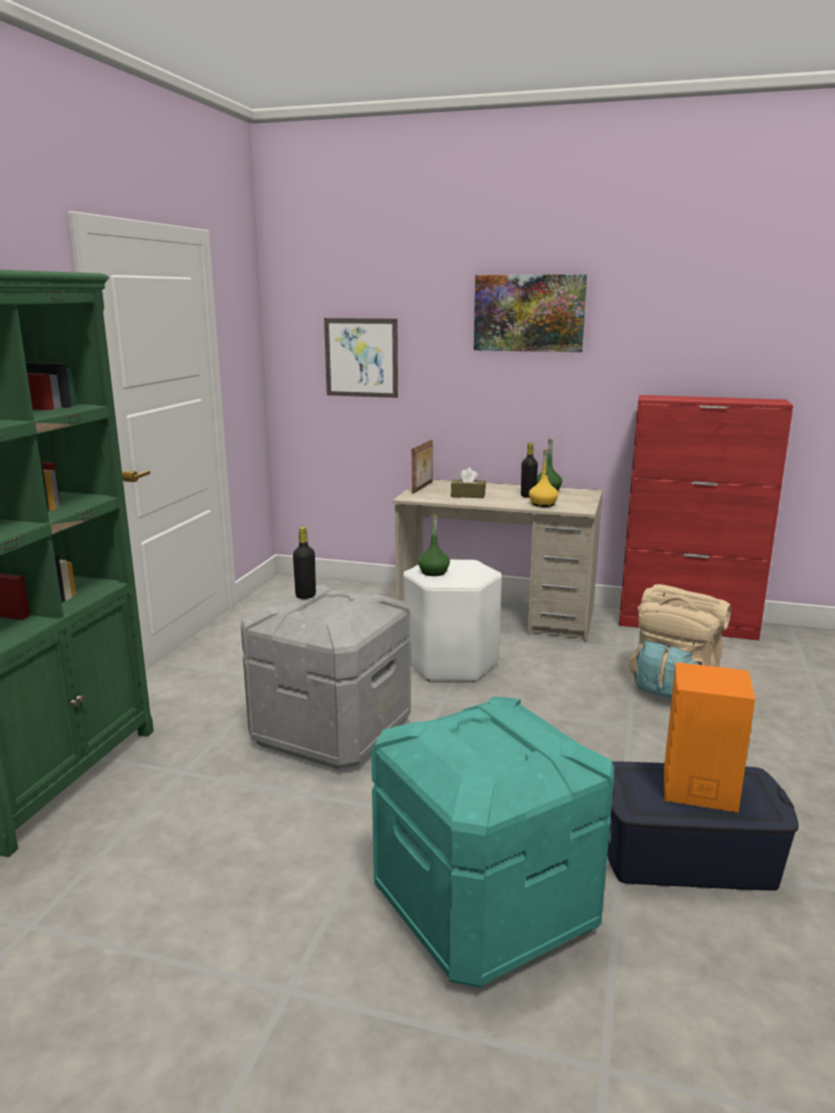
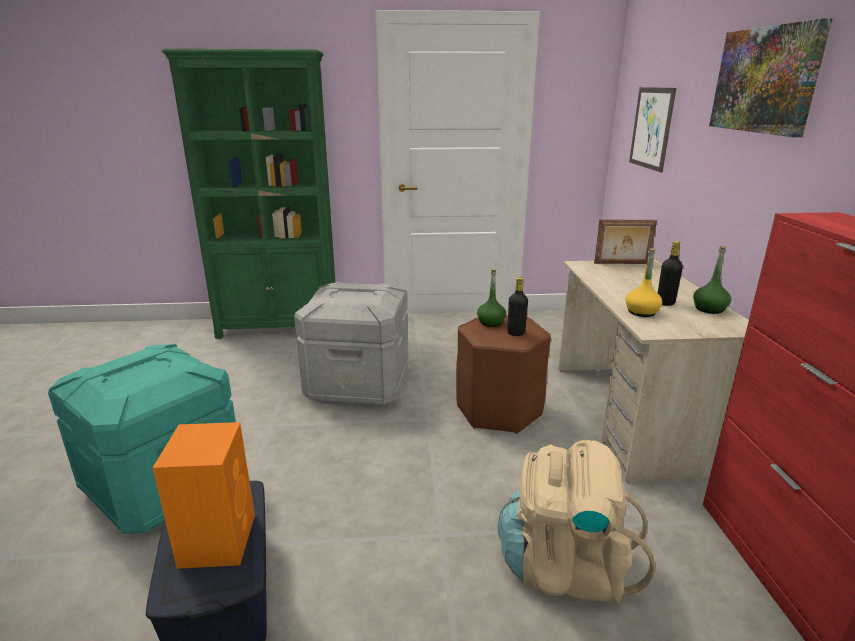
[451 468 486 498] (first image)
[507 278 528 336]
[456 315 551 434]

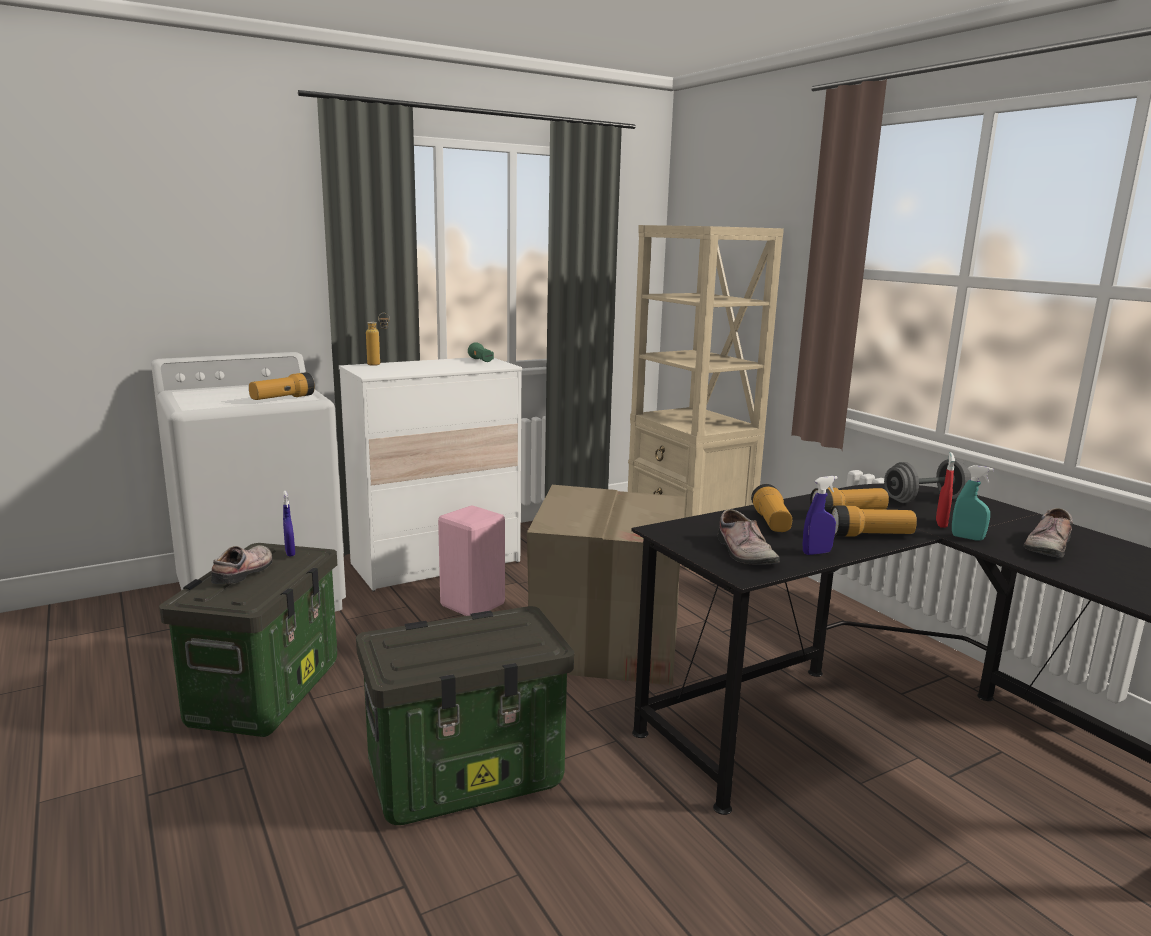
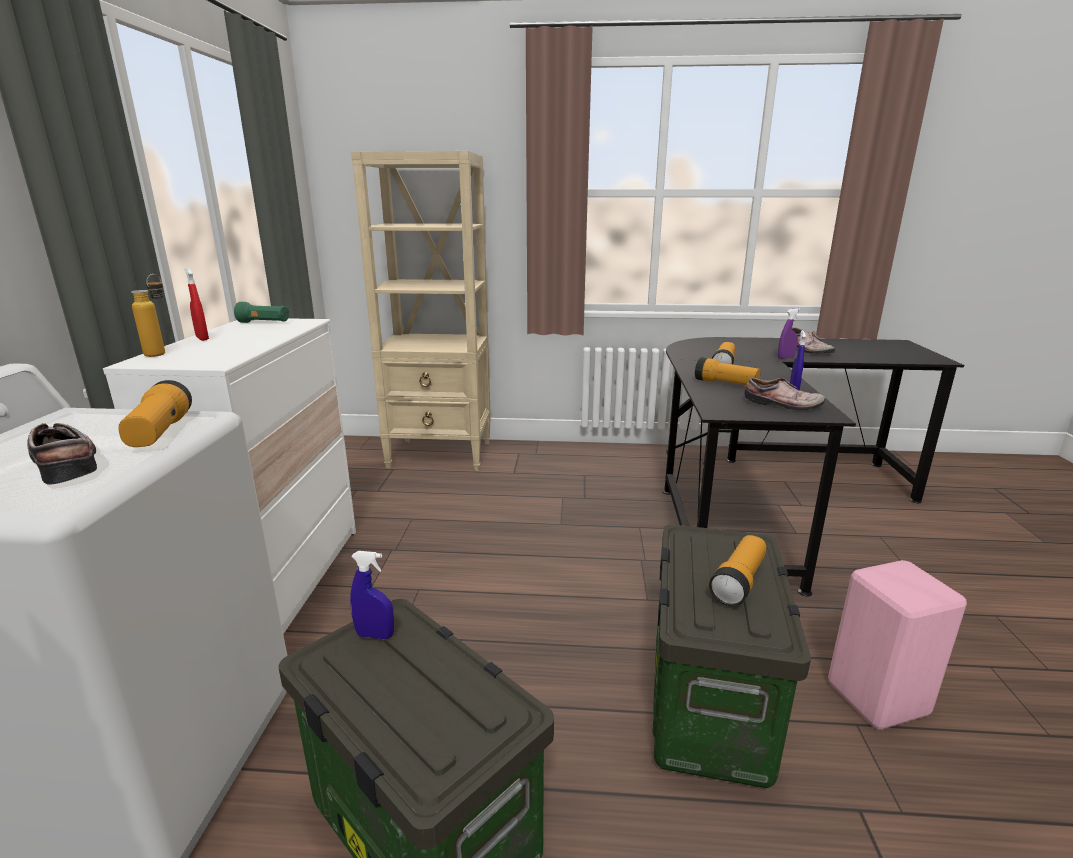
[527 485 685 685] (first image)
[884 459 971 503] (first image)
[28 423 97 485]
[828 560 967 730]
[709 535 767 606]
[185 268 209 341]
[778 308 800 359]

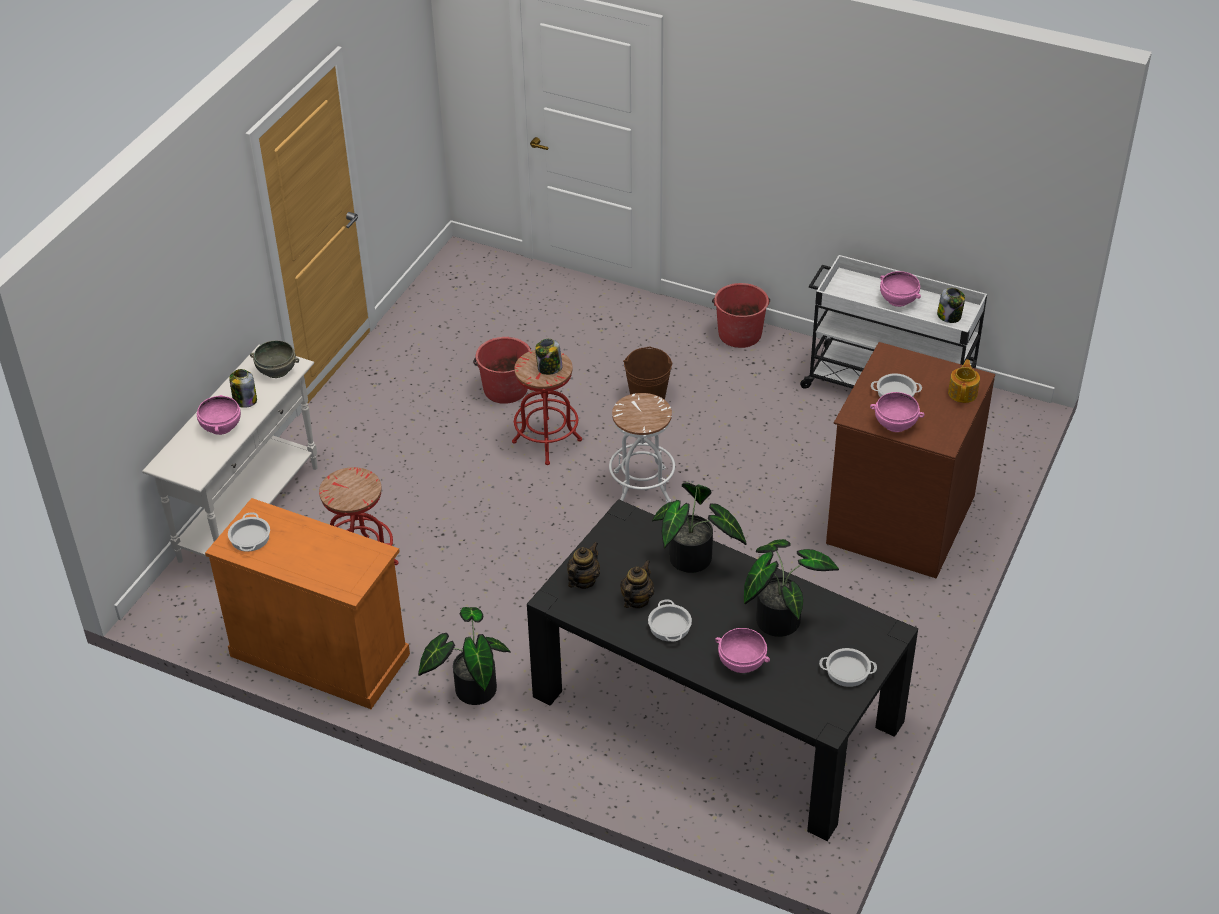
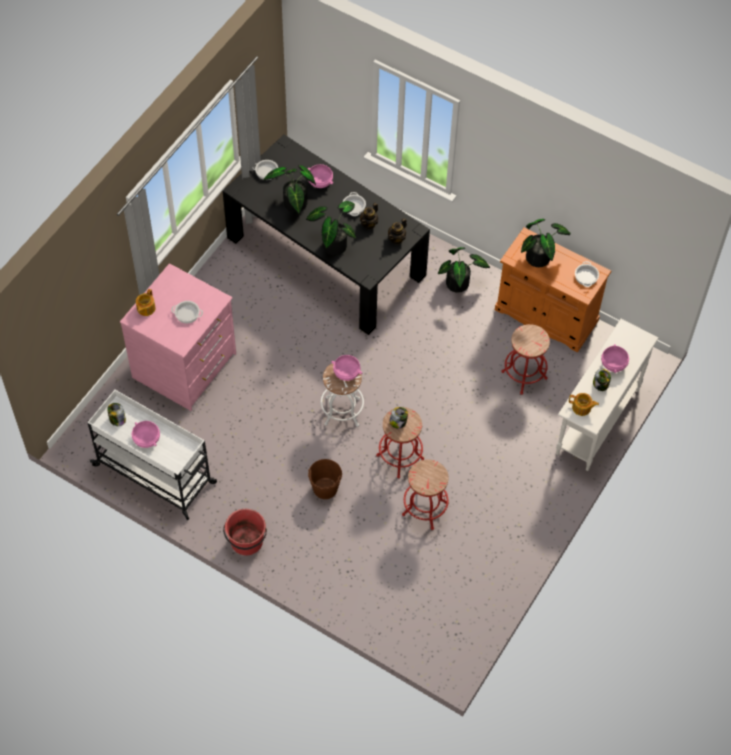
[521 219 571 267]
[331 355 362 381]
[569 393 599 416]
[402 460 449 530]
[120 263 236 411]

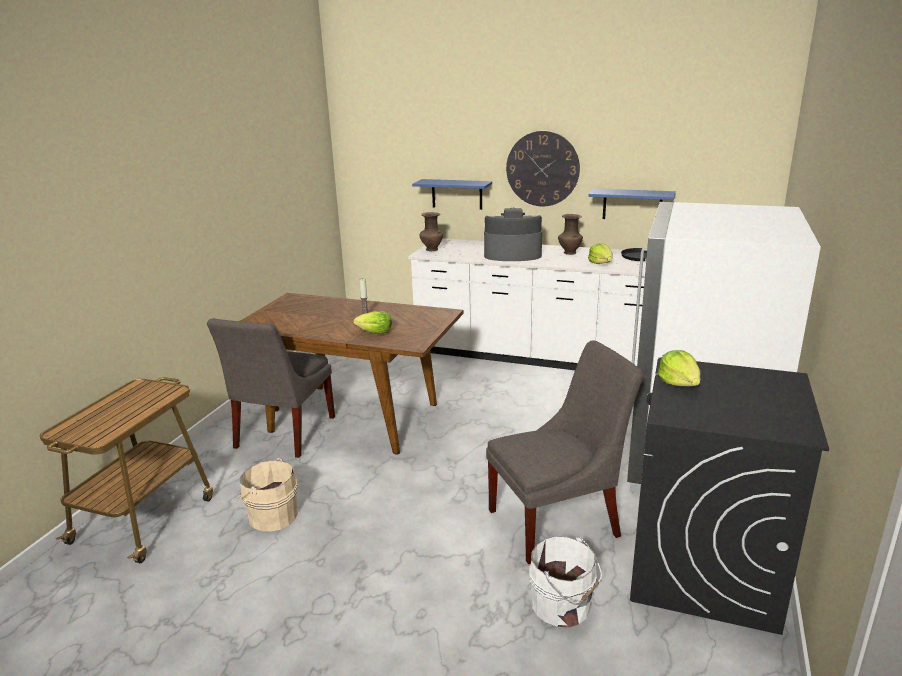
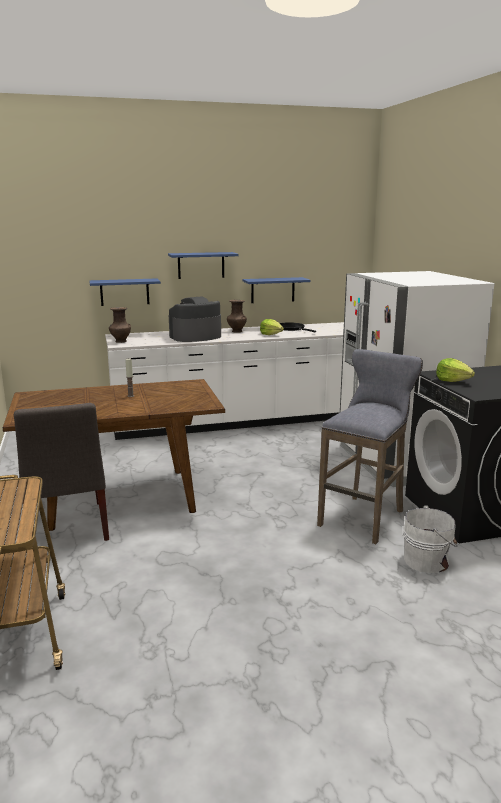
[237 458 298 531] (first image)
[354 311 392 334] (first image)
[317 349 423 544]
[168 252 239 279]

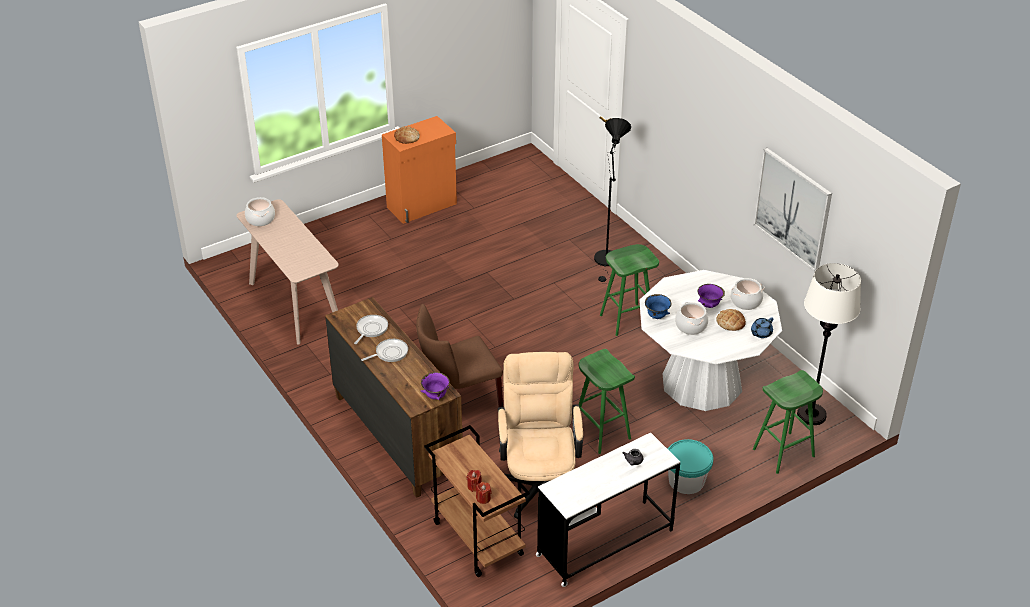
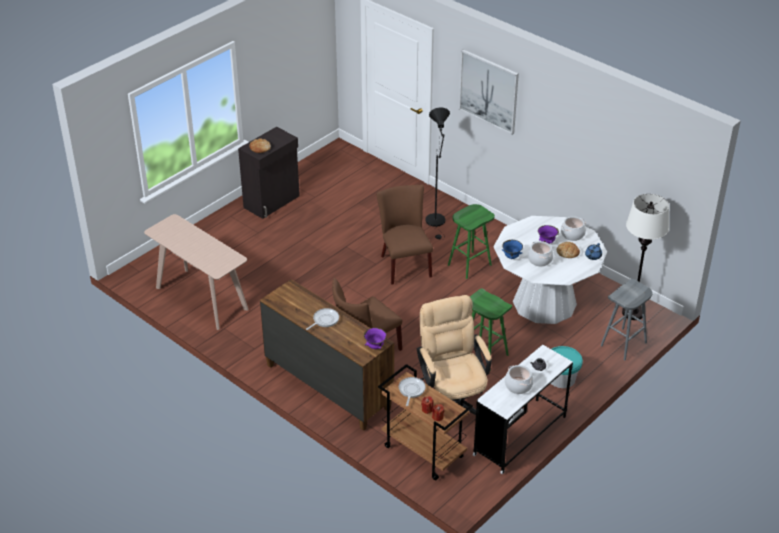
[377 184 433 284]
[505 365 533 394]
[399 377 426 406]
[459 49 519 135]
[238 127 300 219]
[601 279 653 361]

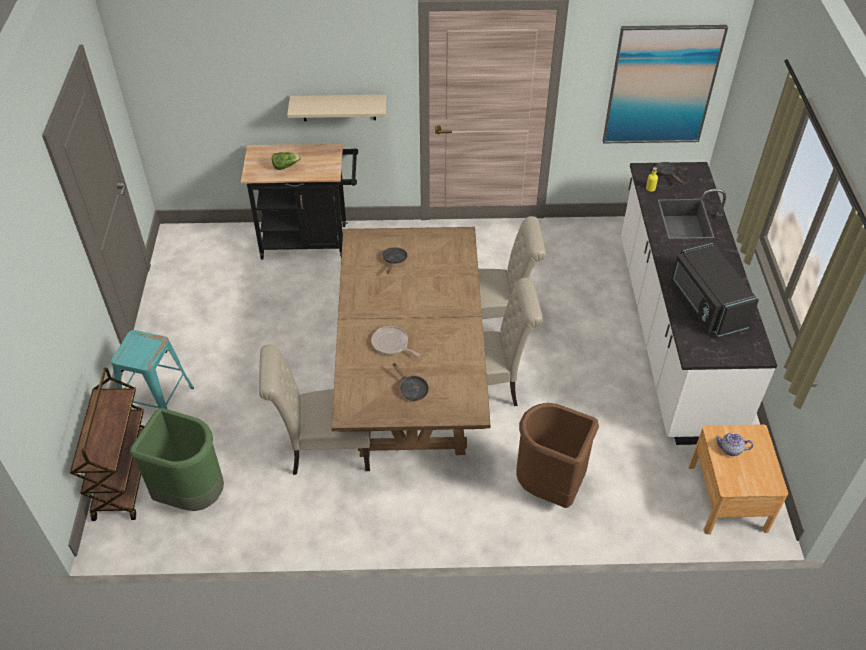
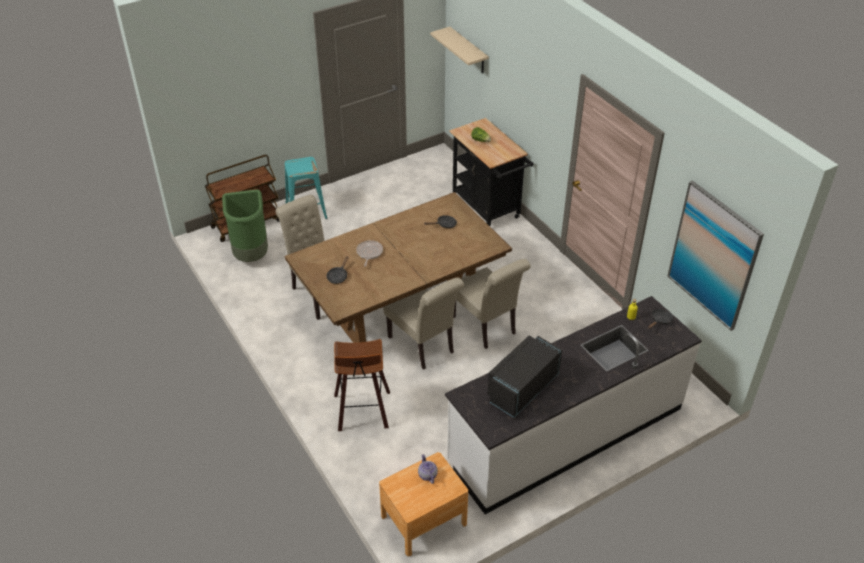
[430 27 489 73]
[334 339 390 431]

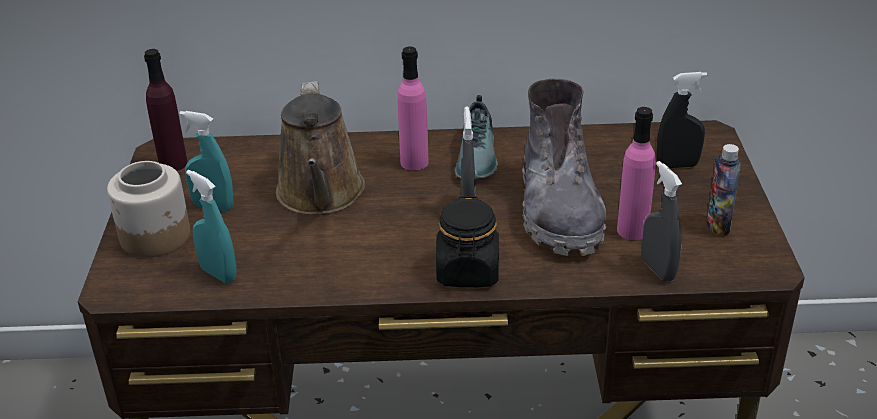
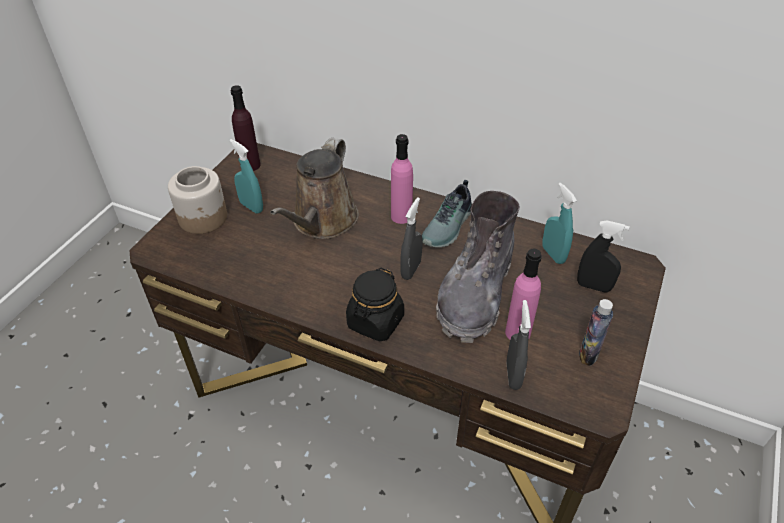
[542 183 577 264]

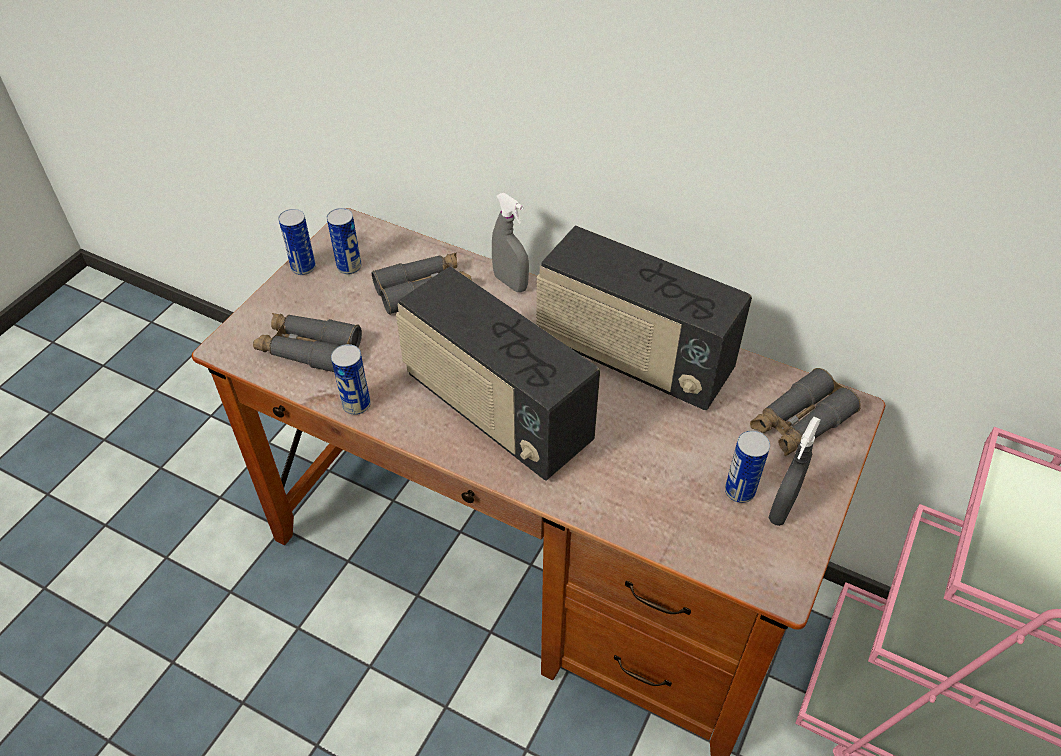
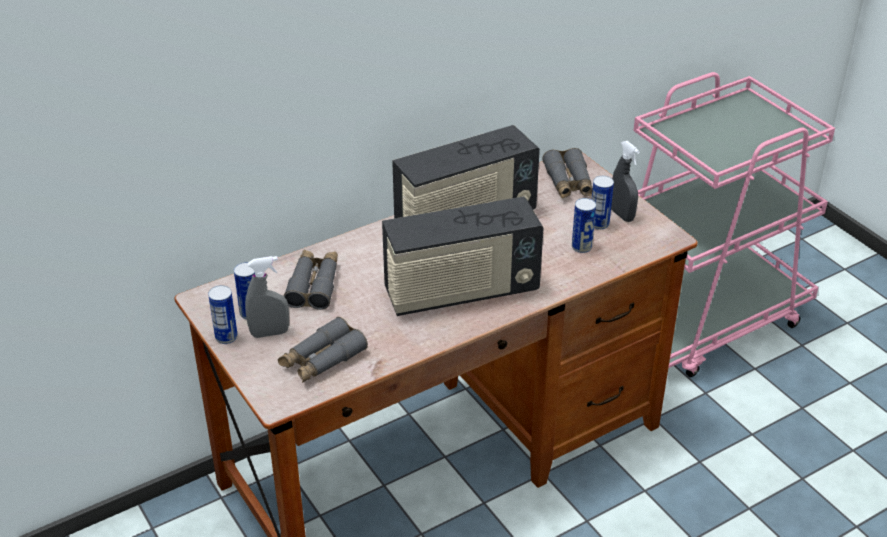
[572 198 596 253]
[245 256 289 338]

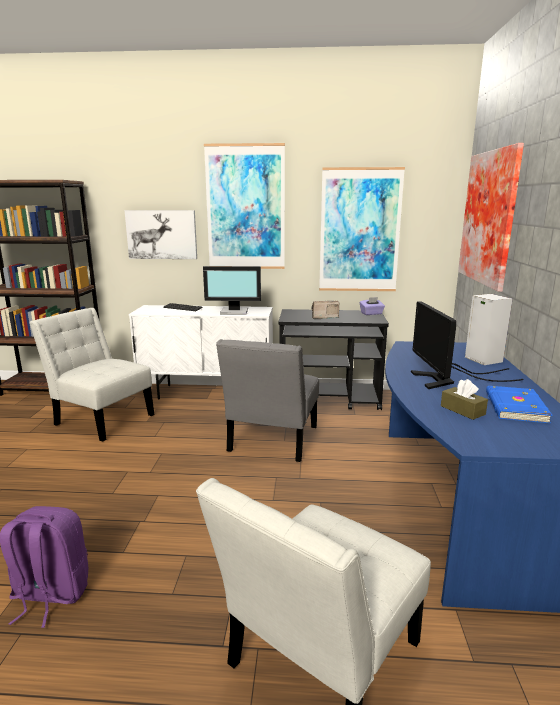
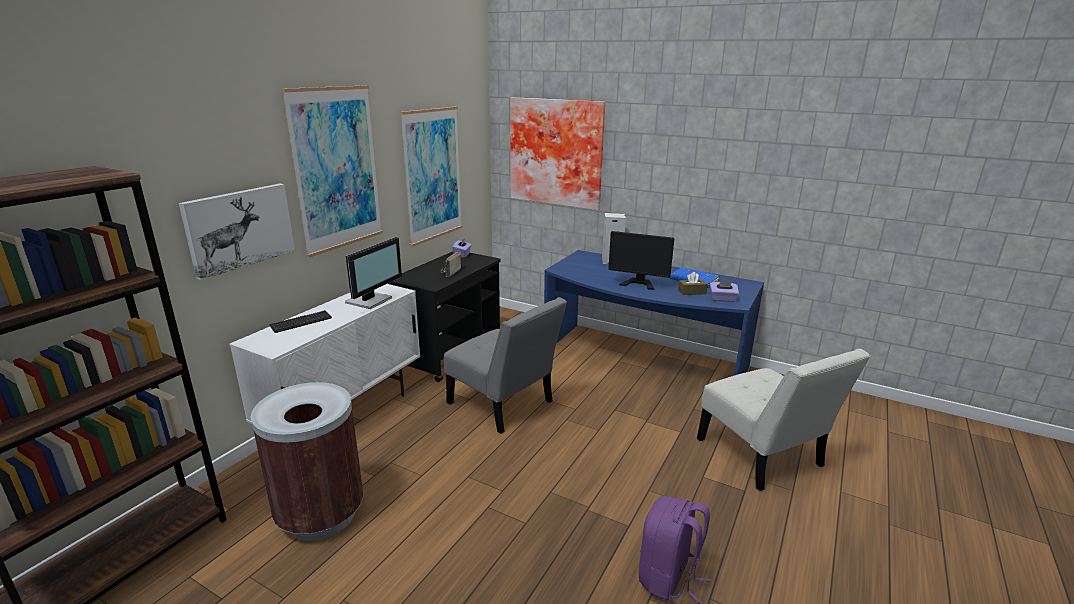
[710 281 739 302]
[251 382 363 541]

